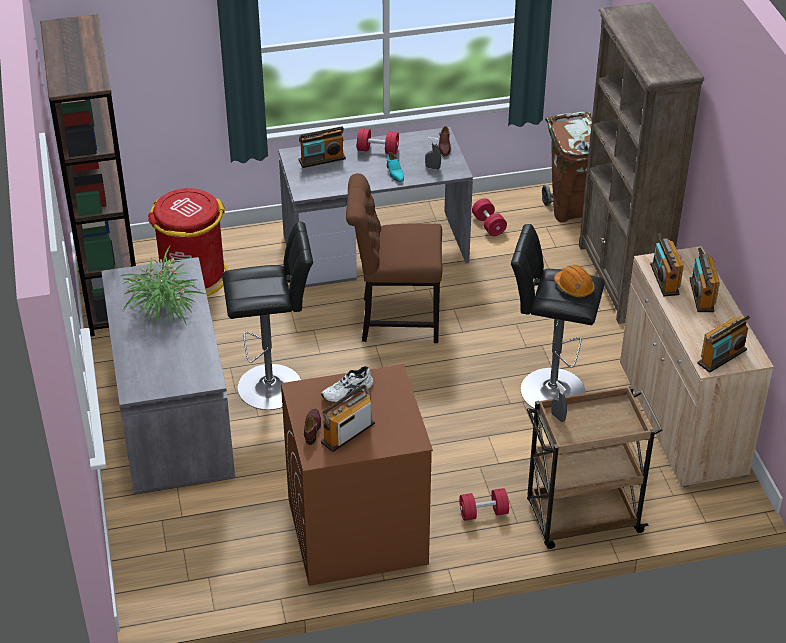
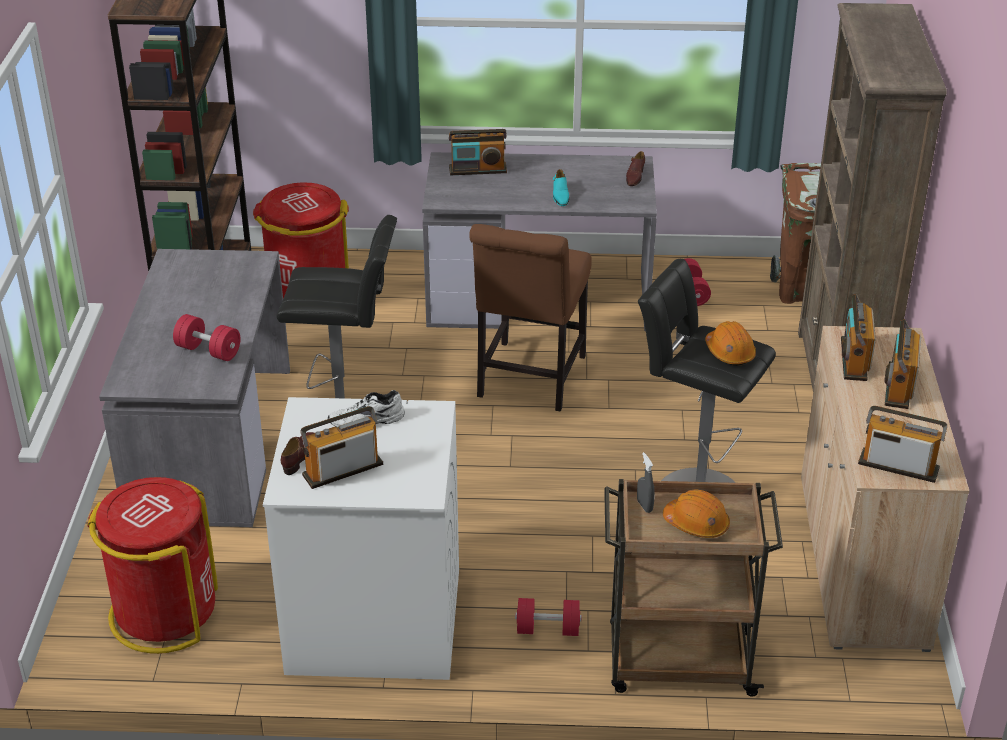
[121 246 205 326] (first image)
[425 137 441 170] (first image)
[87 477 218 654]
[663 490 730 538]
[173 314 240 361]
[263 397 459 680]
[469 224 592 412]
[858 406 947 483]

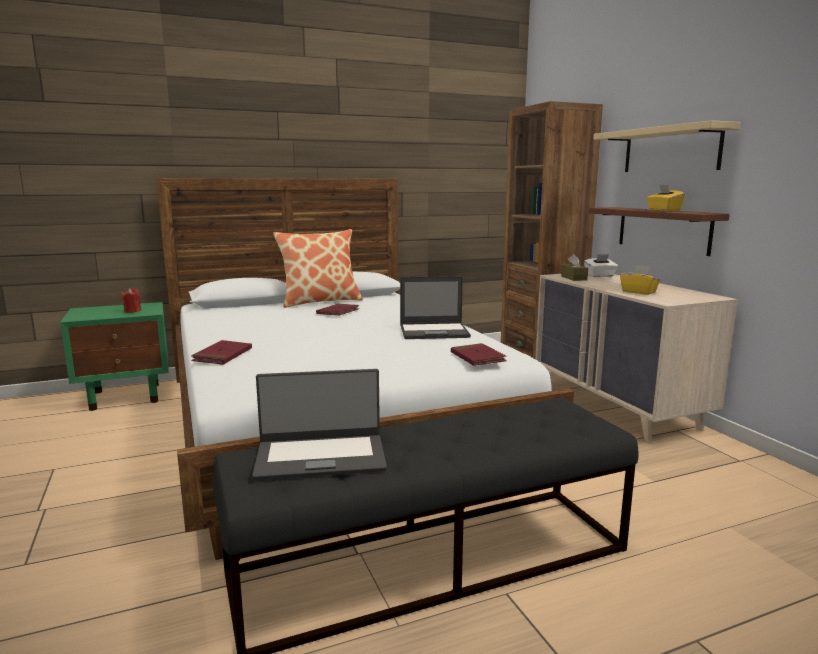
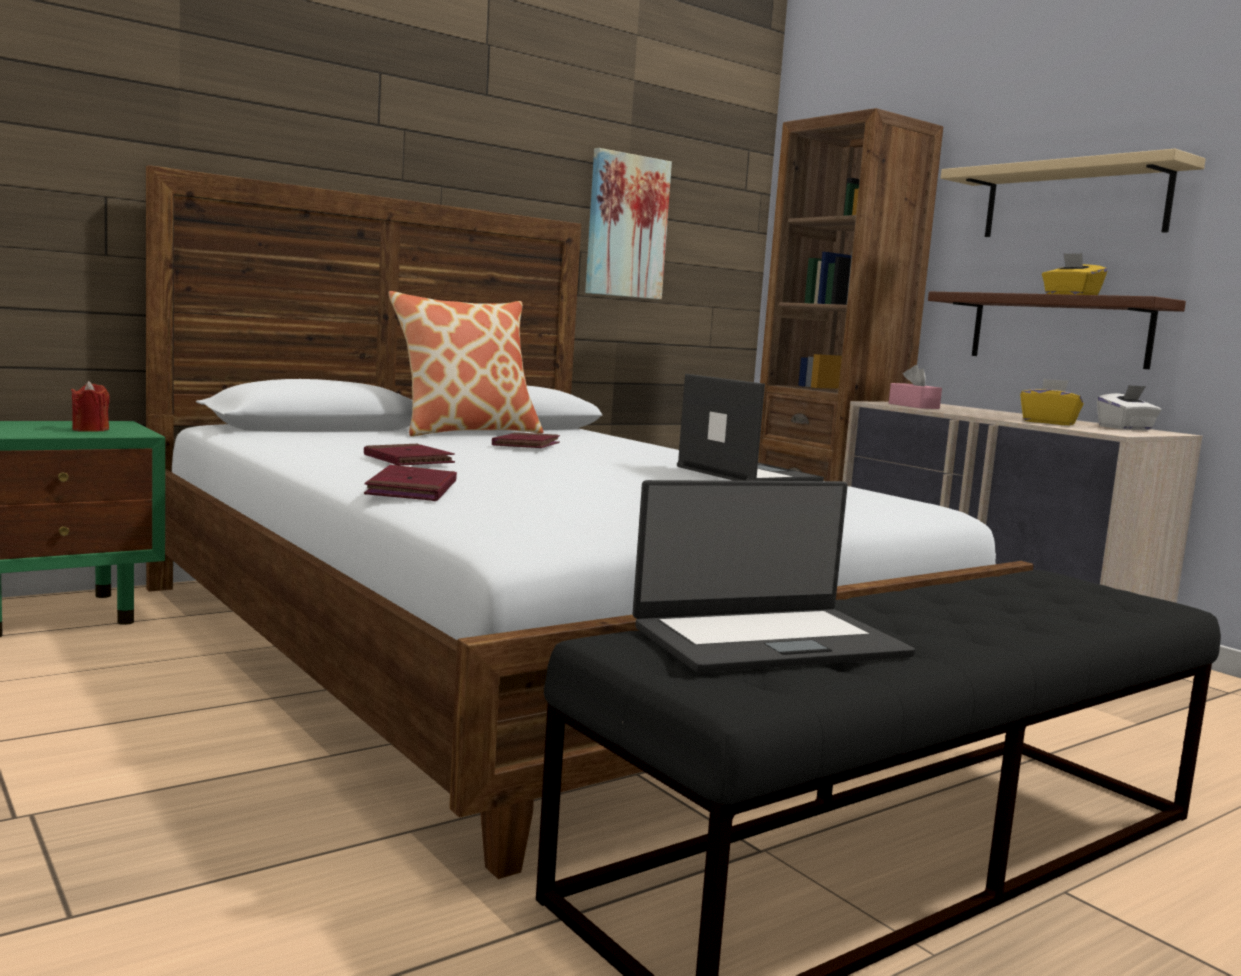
[585 148 672 300]
[364 444 455 466]
[1097 385 1161 430]
[889 365 942 409]
[677 374 824 481]

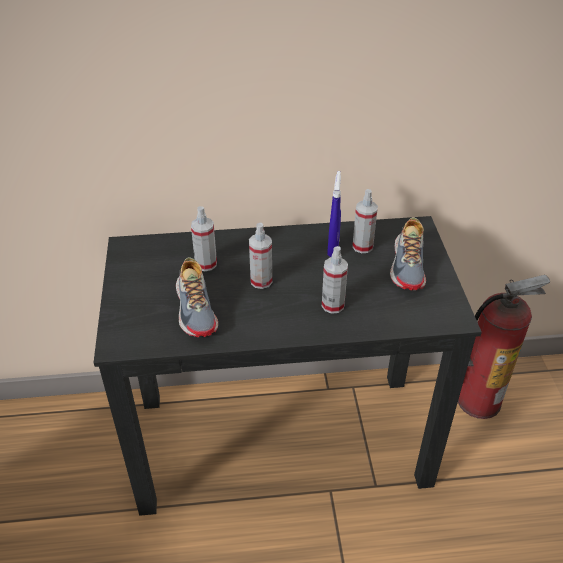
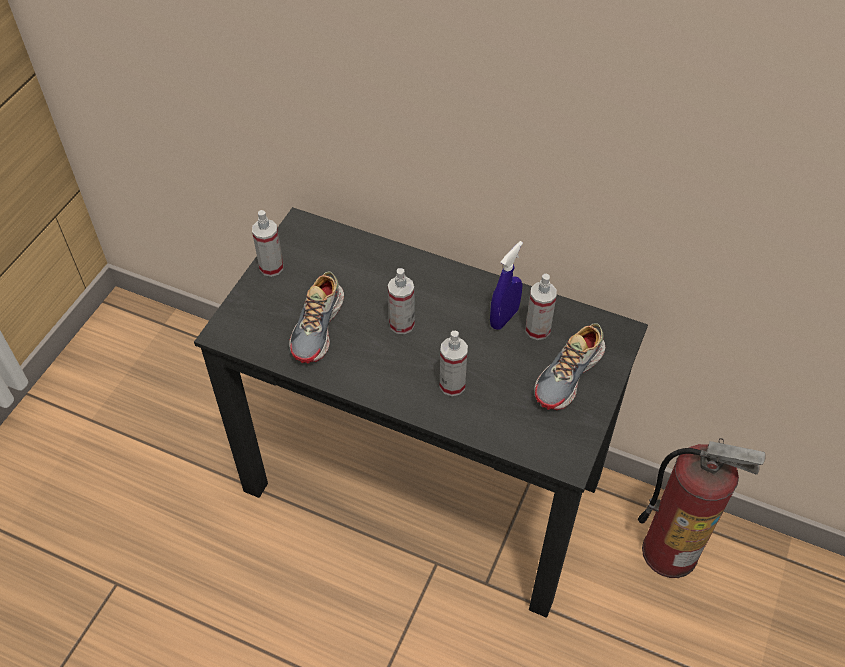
[252 210 283 277]

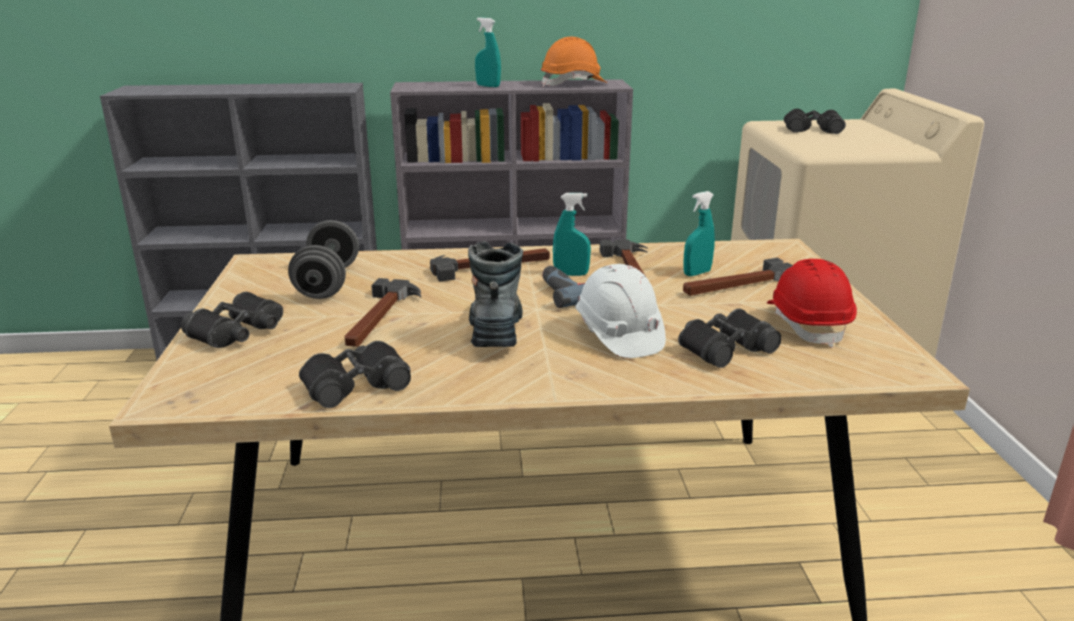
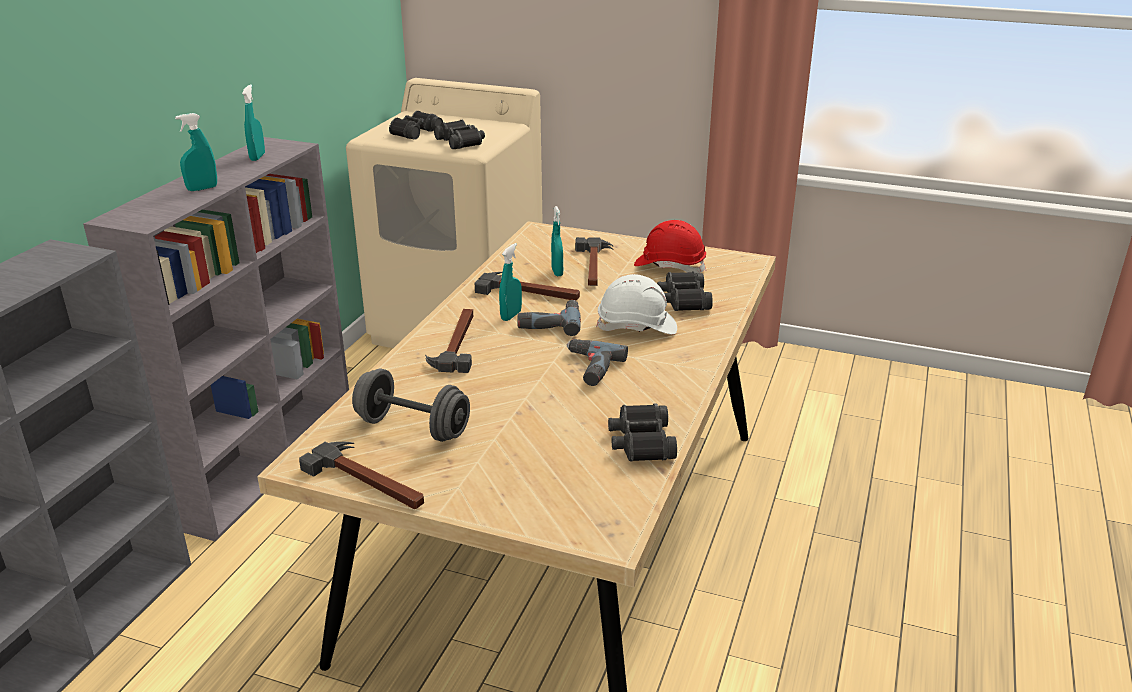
[434 120 485 149]
[299 442 424 509]
[567 339 628 386]
[242 85 265 161]

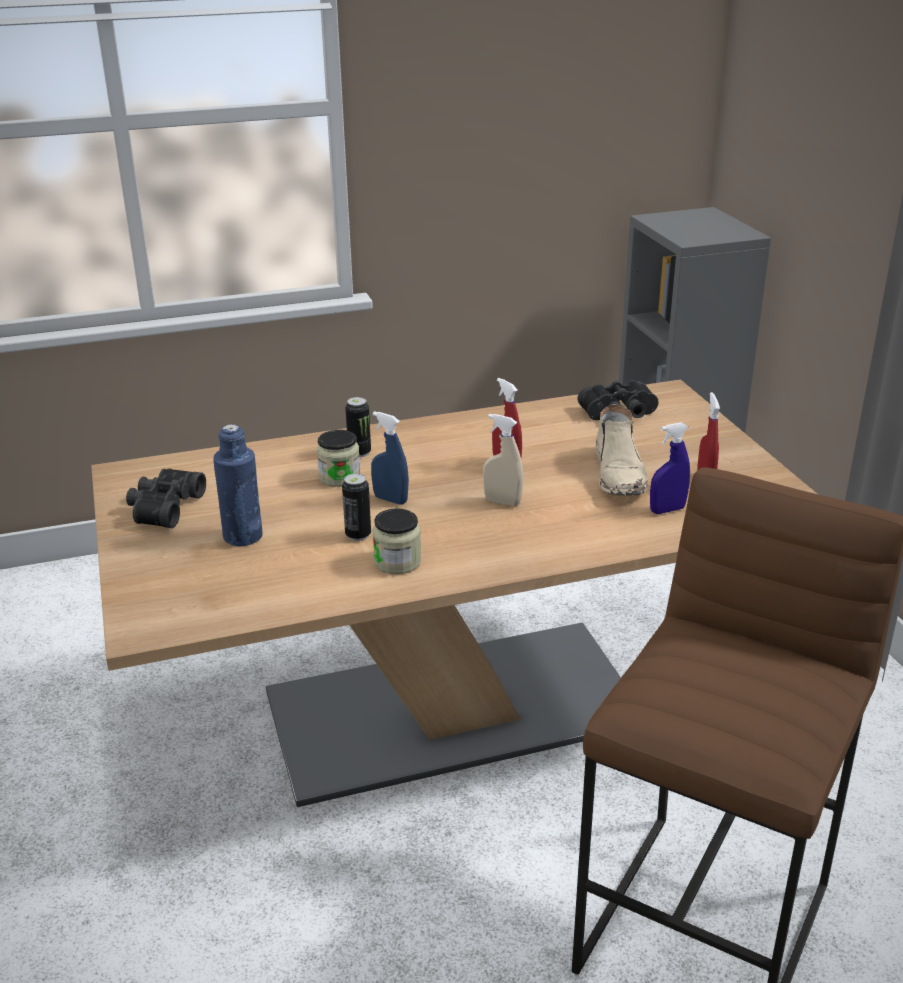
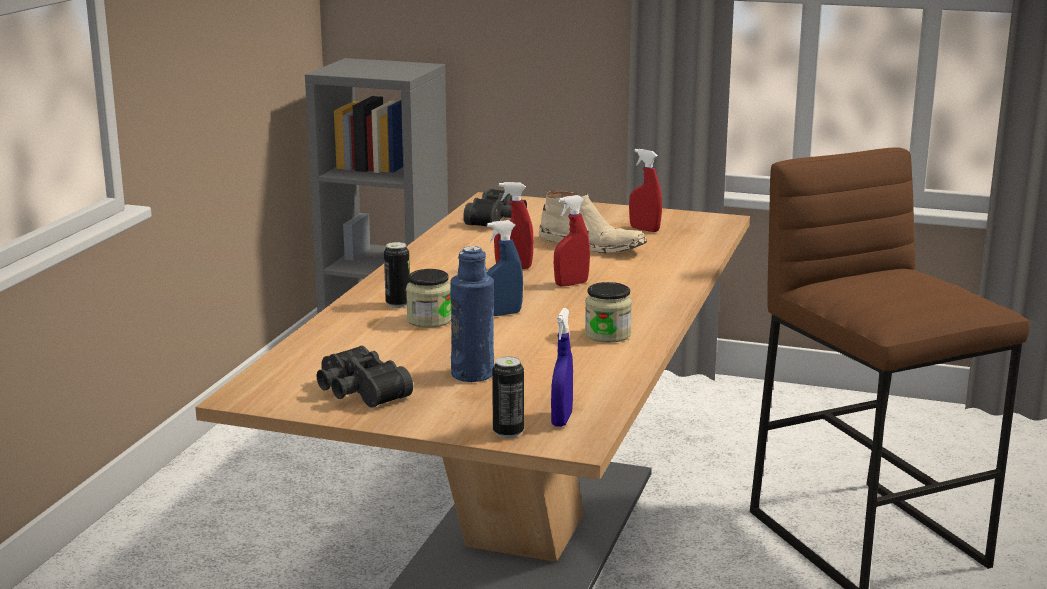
[492 356 524 438]
[551 308 573 427]
[554 195 590 286]

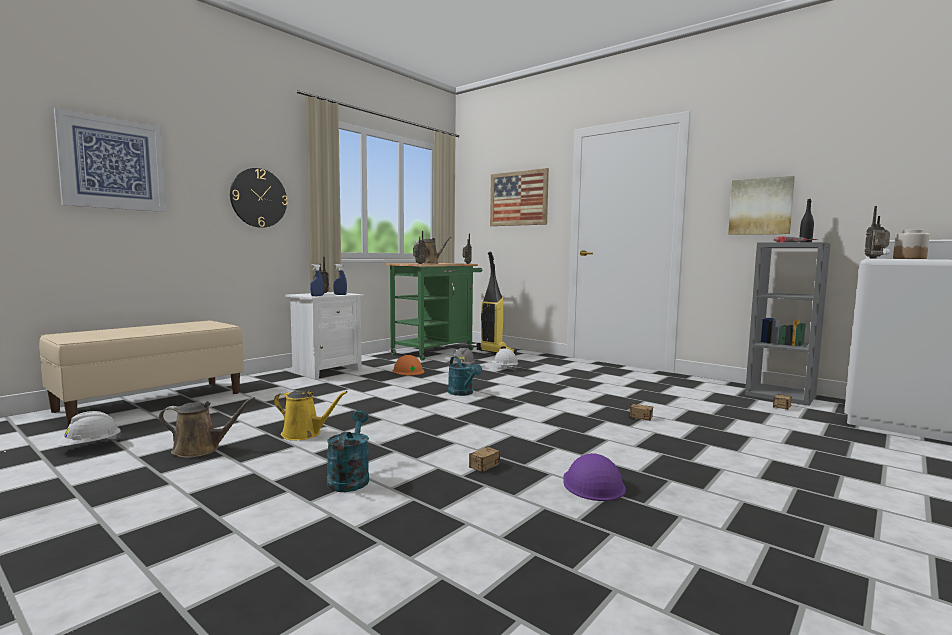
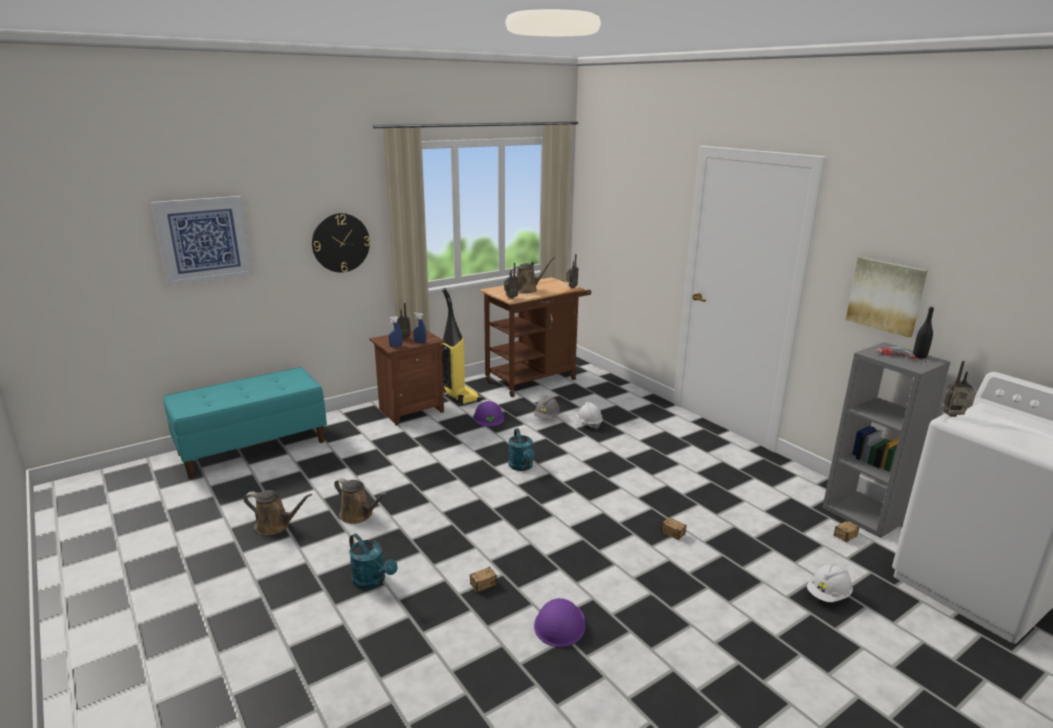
[490 168 549 226] (first image)
[893 229 930 259] (first image)
[807 564 853 602]
[442 288 482 405]
[164 367 327 479]
[334 478 387 524]
[369 330 445 426]
[480 277 591 397]
[473 401 504 427]
[349 534 398 589]

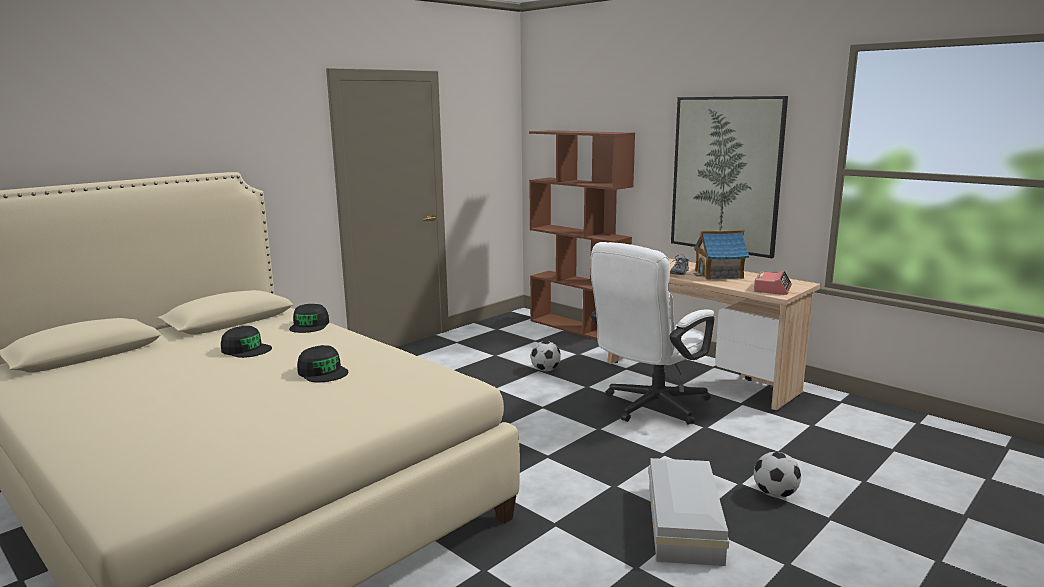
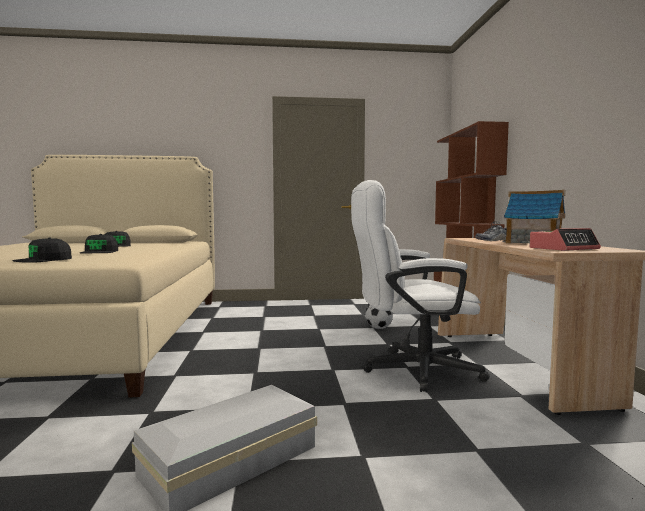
[671 96 788 258] (first image)
[754 452 801 498] (first image)
[13 238 72 263]

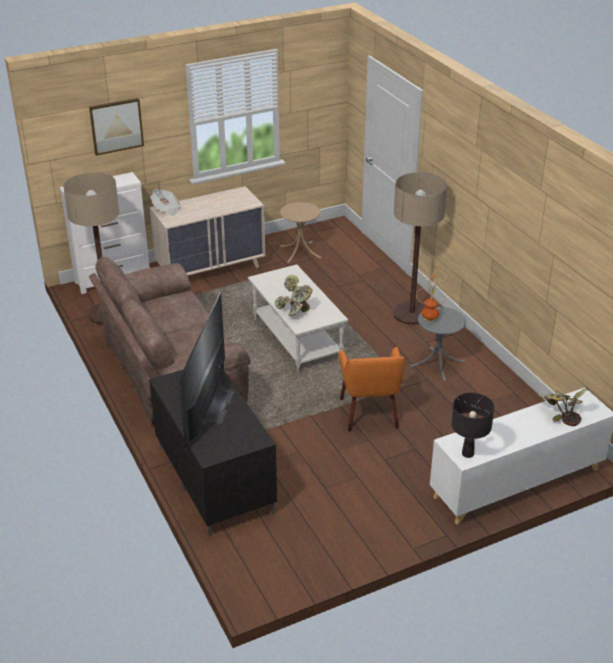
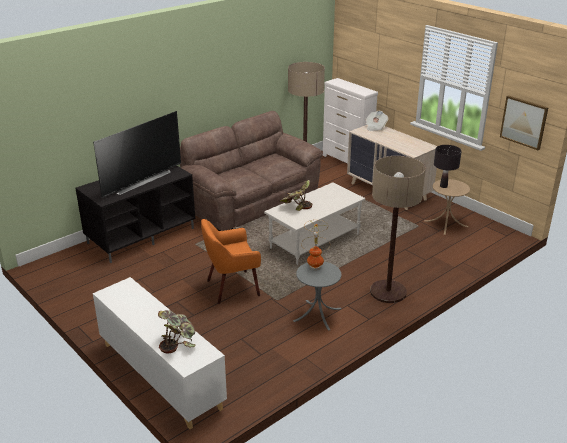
[500 95 548 150]
[434 145 462 188]
[93 111 181 198]

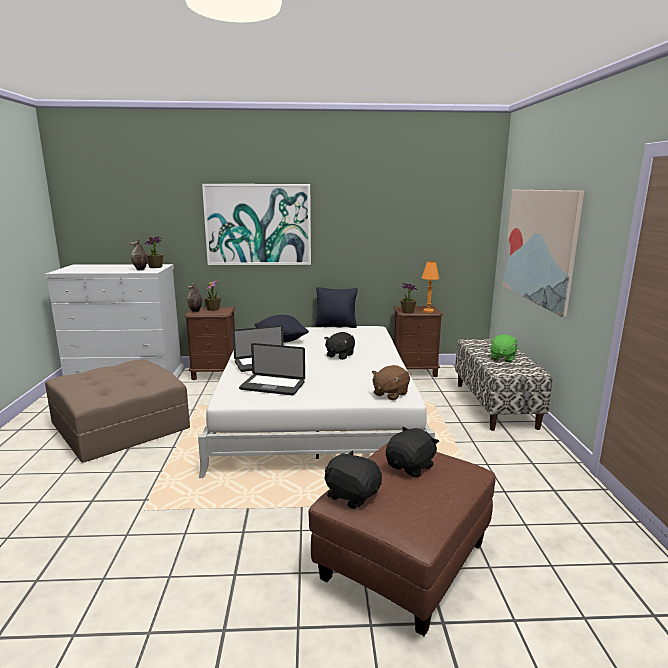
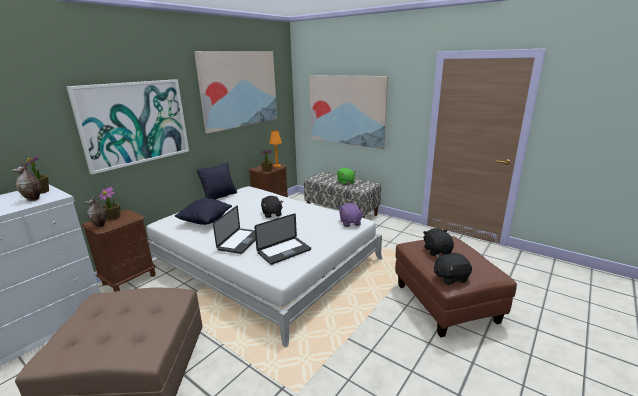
[194 51 277 134]
[339 203 364 227]

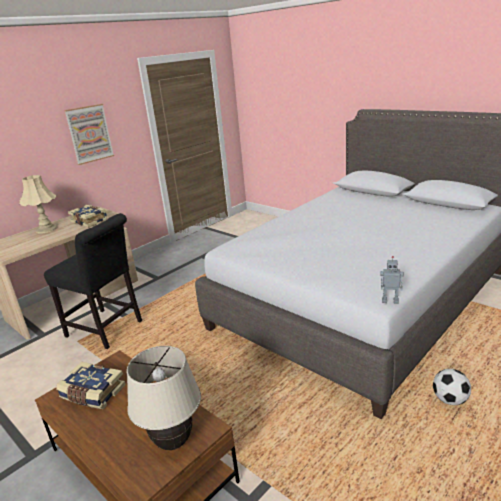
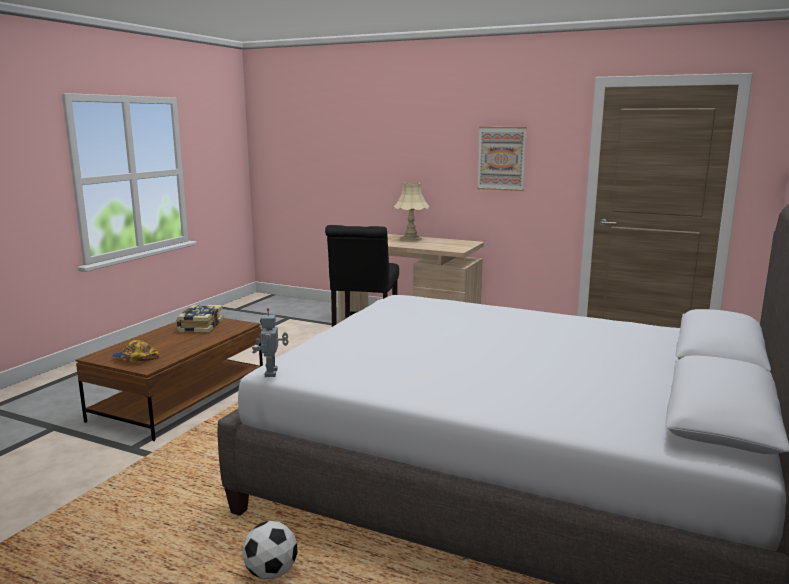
[68 205 108 227] (first image)
[112 340 159 361]

